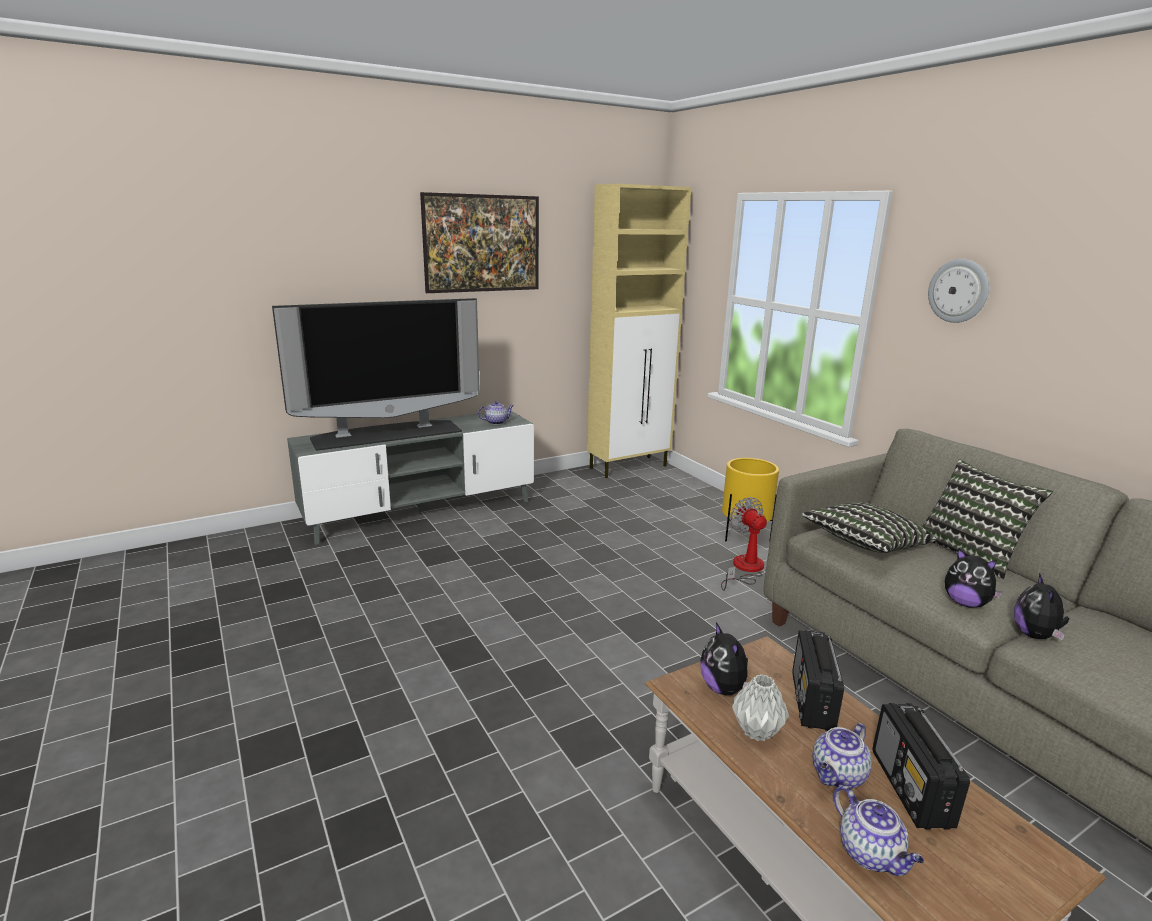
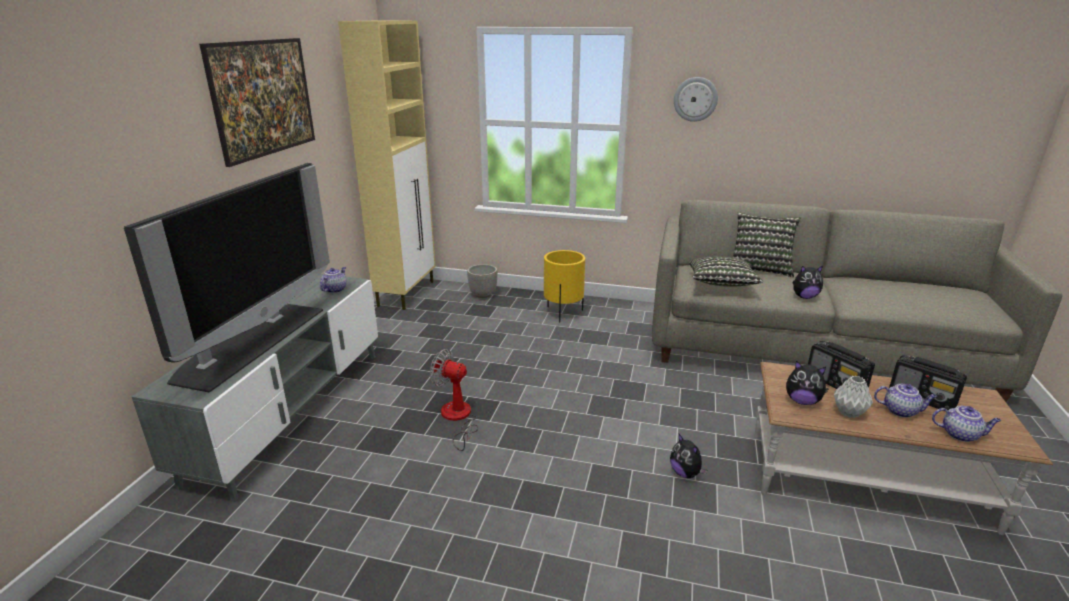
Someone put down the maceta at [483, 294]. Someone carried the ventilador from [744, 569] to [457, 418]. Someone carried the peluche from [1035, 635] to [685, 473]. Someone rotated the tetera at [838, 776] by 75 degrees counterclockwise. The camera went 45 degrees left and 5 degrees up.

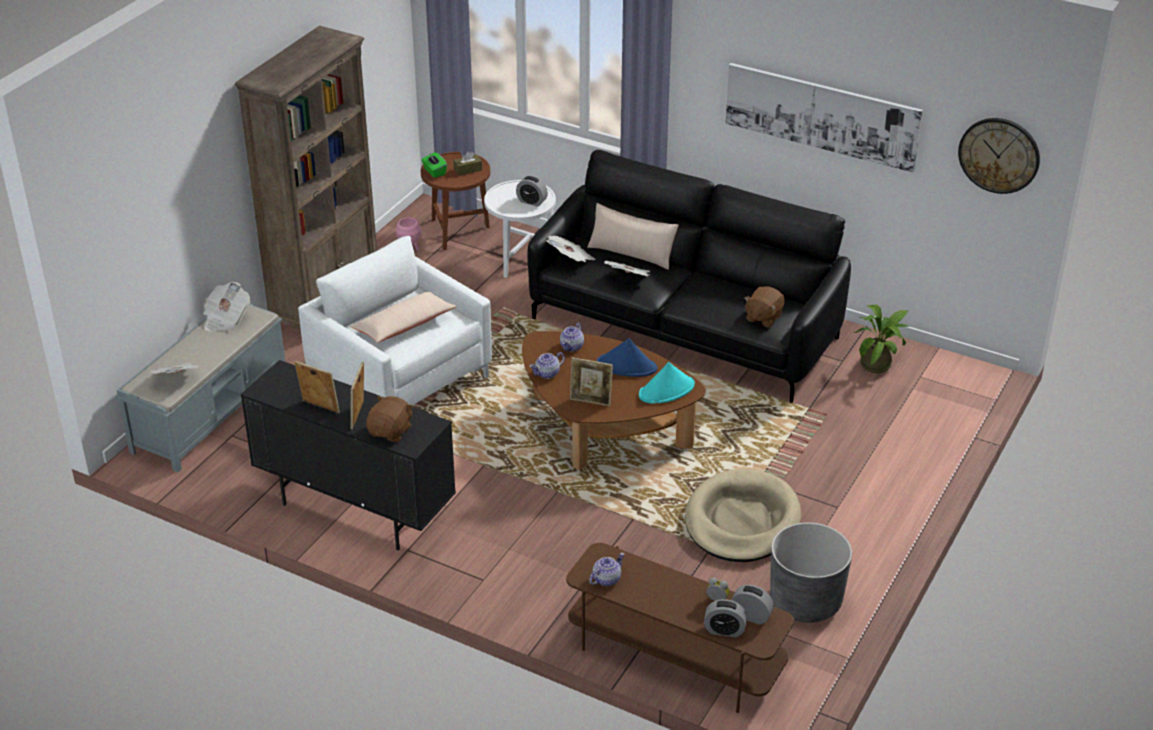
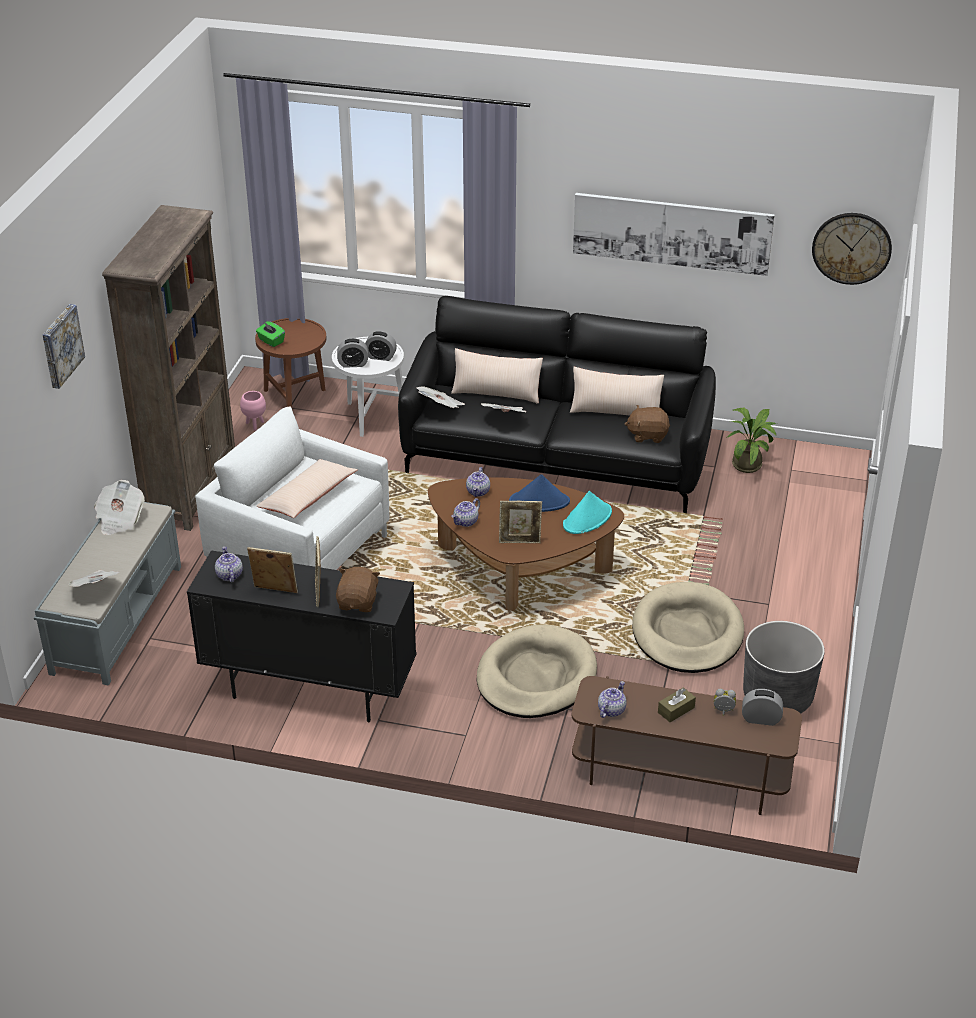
Someone put up the cuadro at [60, 345]. Someone put down the tetera at [229, 575]. Someone put down the cama para perro (beis) at [536, 677]. Someone put down the cojín (beis) at [615, 411]. Someone carried the caja de pañuelos (marrón) from [468, 170] to [676, 710]. Someone carried the despertador from [724, 630] to [353, 364]. Someone rotated the peluche (marrón) at [763, 317] by 75 degrees clockwise. The camera went 15 degrees left and 0 degrees up.

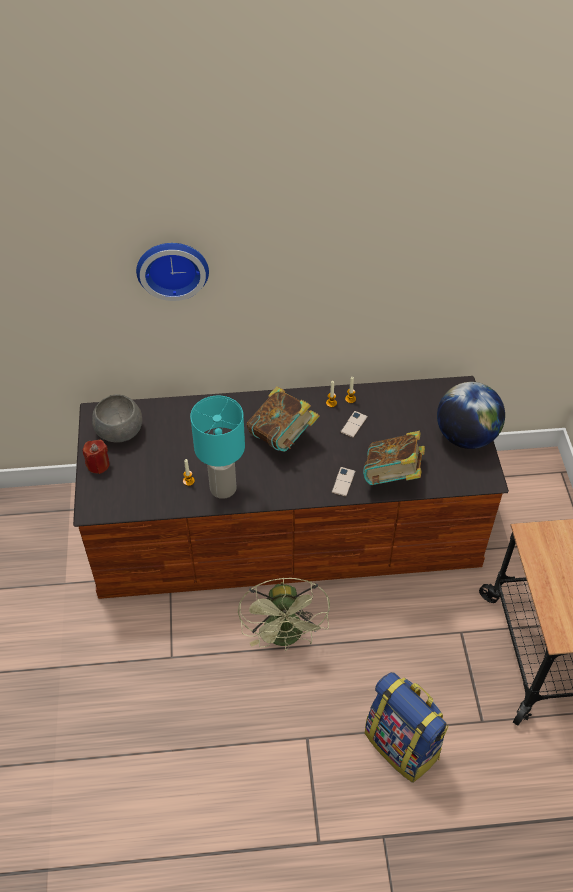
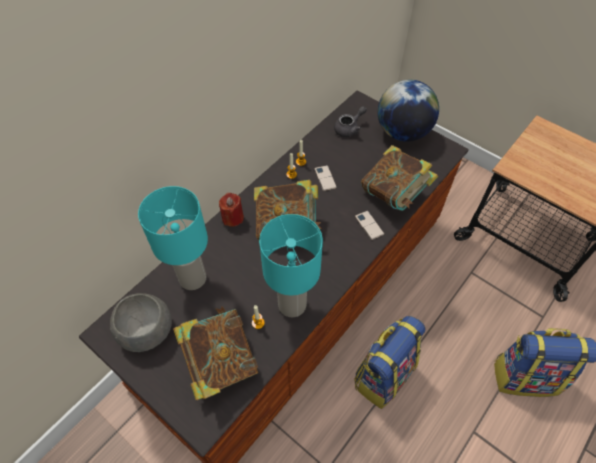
Someone took away the reloj de pared at [172, 267]. Someone put down the lámpara de mesa (turquesa) at [193, 278]. Someone put down the libro at [220, 362]. Someone put down the tetera (gris) at [349, 128]. Someone carried the vela (rojo) from [98, 465] to [232, 218]. Someone swapped the ventilador (verde) at [286, 637] for the mochila at [383, 375]. The camera went 45 degrees left and 5 degrees up.

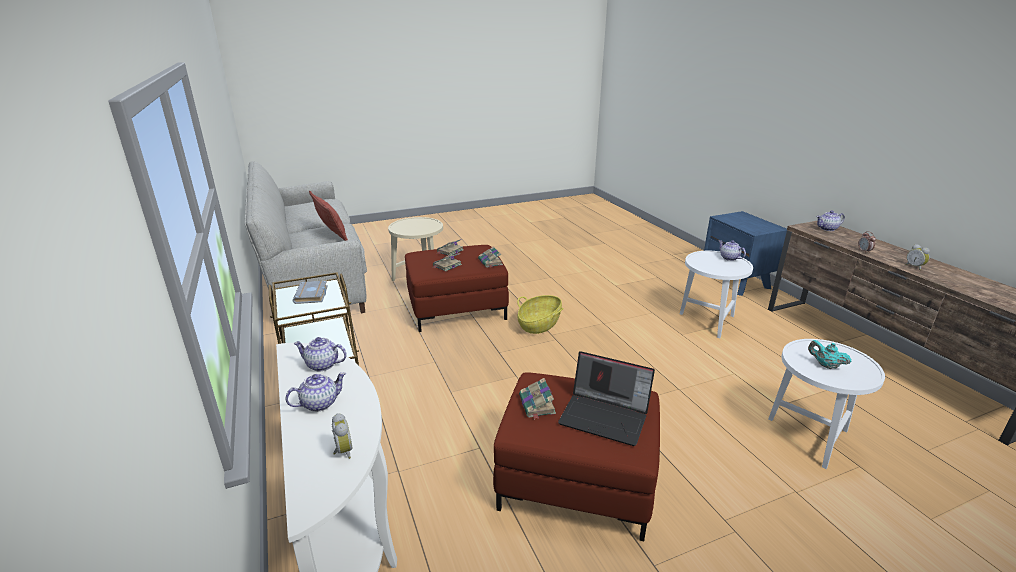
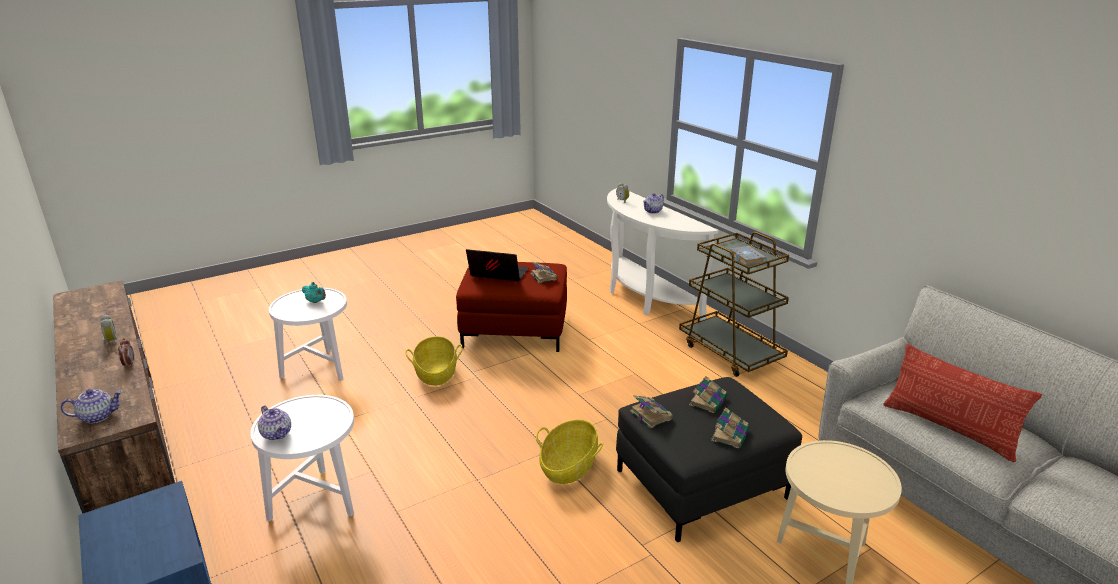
Someone took away the tetera at [322, 365]. Someone put down the cesta at [436, 373]. Someone repainted the puf (rojo) at [457, 308], which became the puf (negro) at [700, 485]. The camera went 170 degrees right and 0 degrees up.

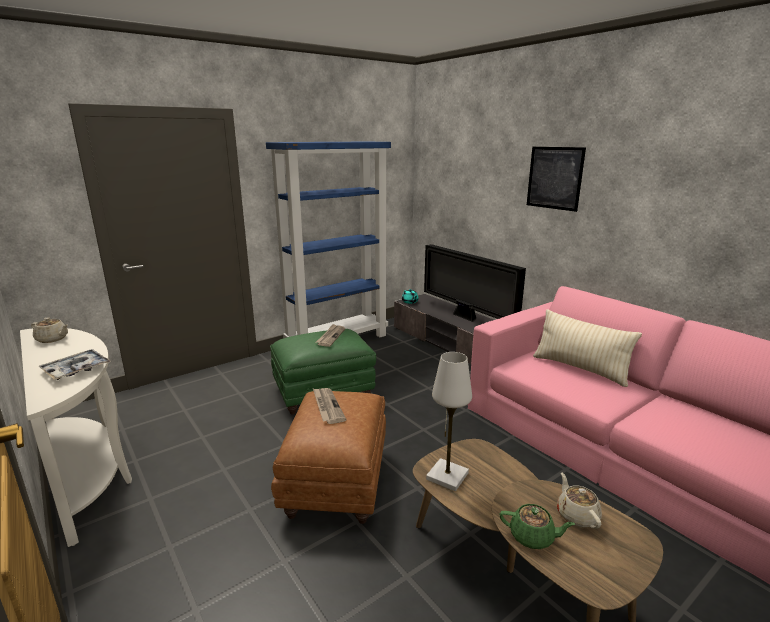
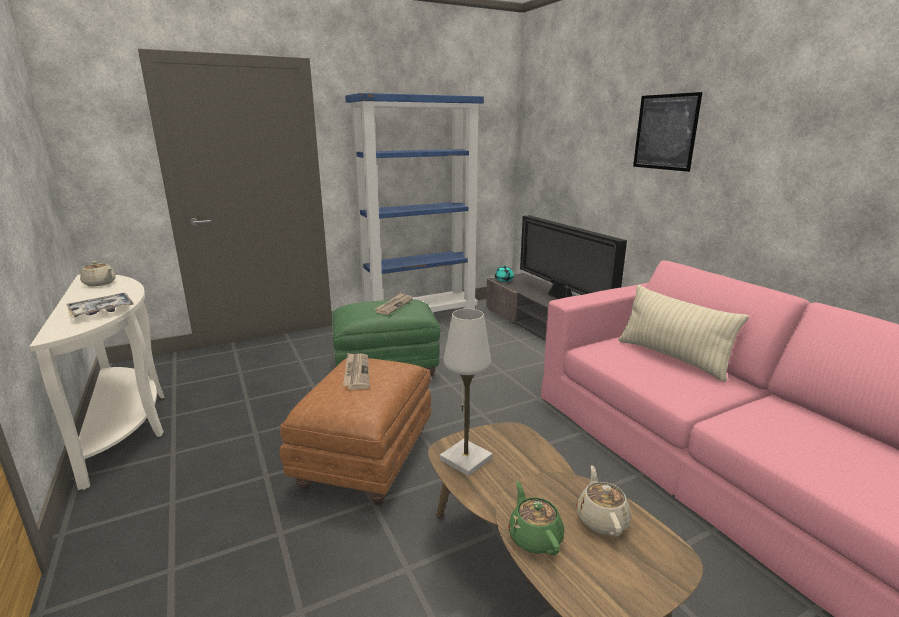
Someone rotated the tetera (verde) at [532, 537] by 135 degrees counterclockwise. The camera went 10 degrees right and 0 degrees up.

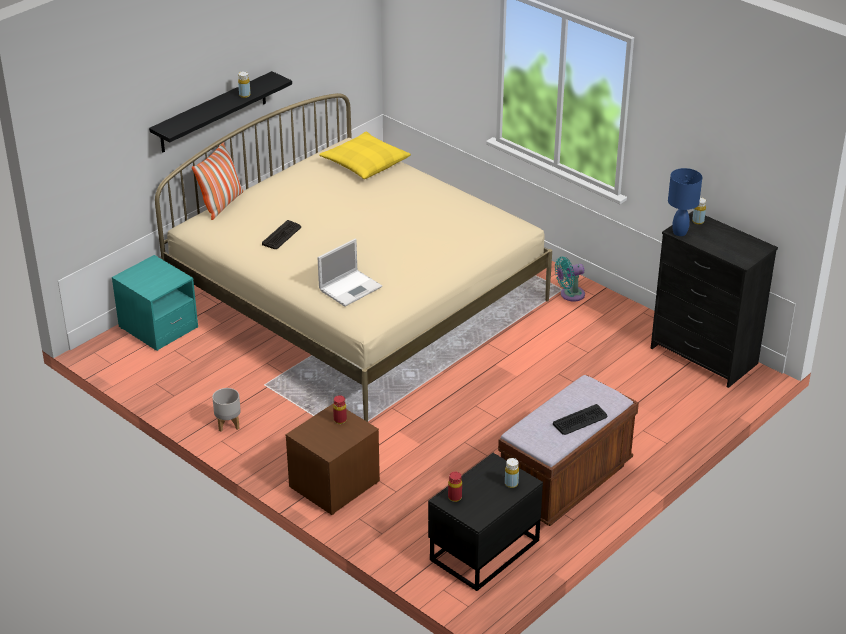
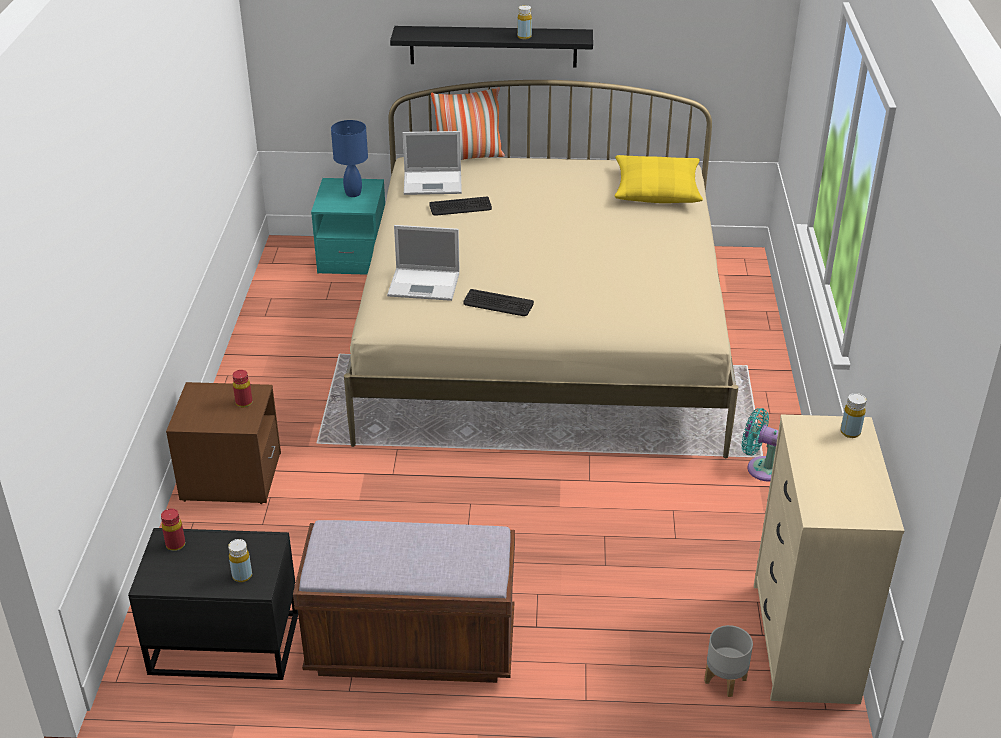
Someone put down the portátil at [434, 183]. Someone carried the maceta (gris) from [227, 424] to [724, 680]. Someone carried the teclado from [580, 420] to [498, 304]. Someone carried the lámpara de mesa (azul) from [679, 233] to [352, 193]. Someone repainted the cómoda (negro) at [703, 356], which became the cómoda (beis) at [803, 642]. The camera went 50 degrees right and 0 degrees up.

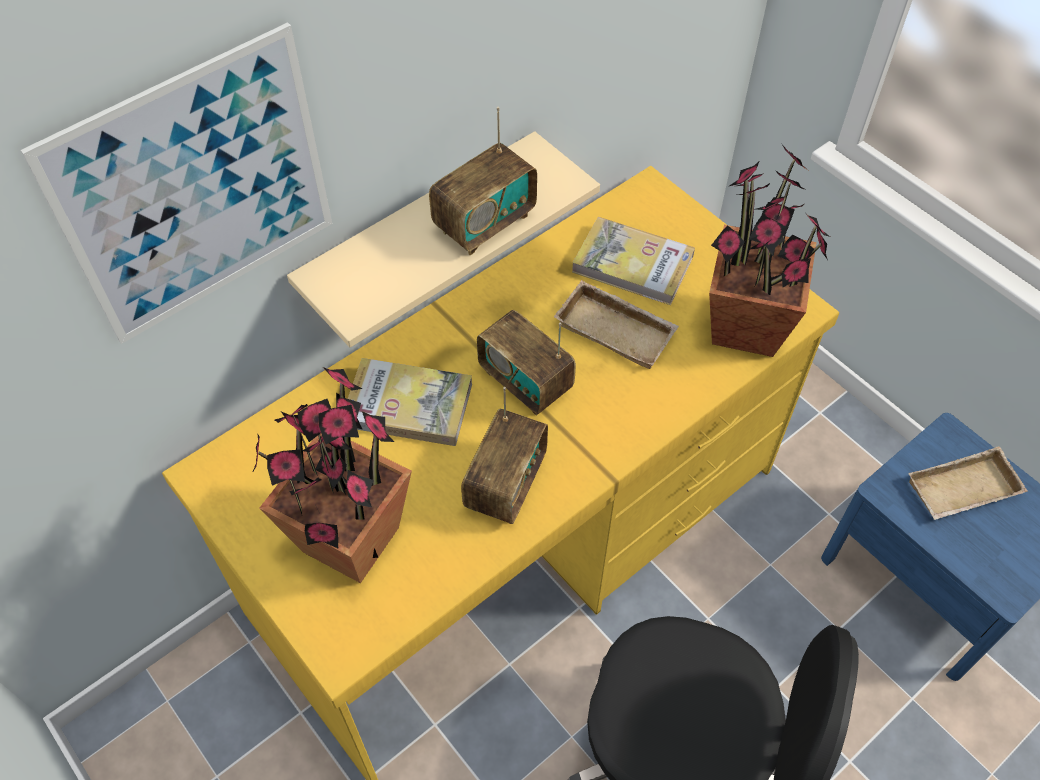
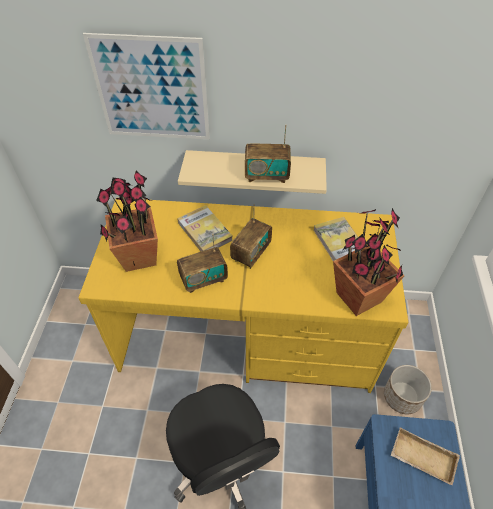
Someone took away the bandeja (beis) at [618, 329]. Someone put down the maceta at [402, 397]. Someone rotated the radio at [525, 382] by 150 degrees counterclockwise. The camera went 45 degrees right and 5 degrees down.

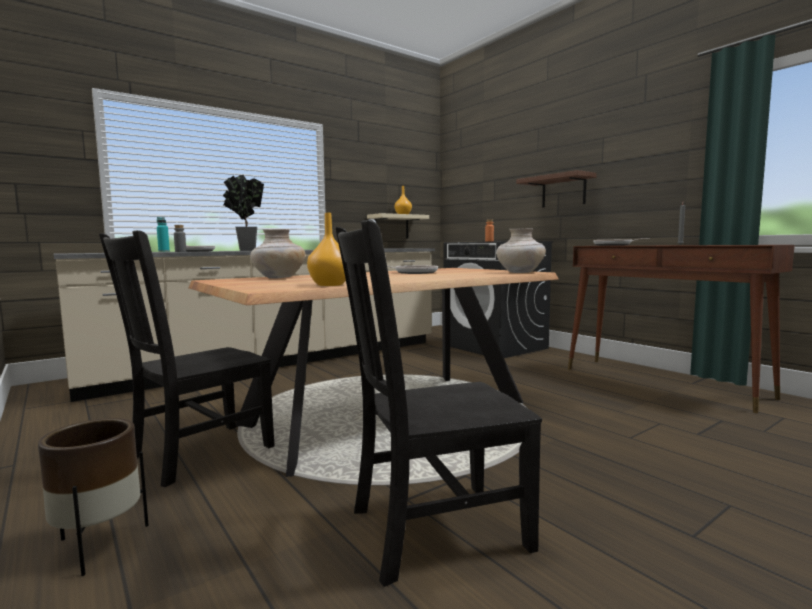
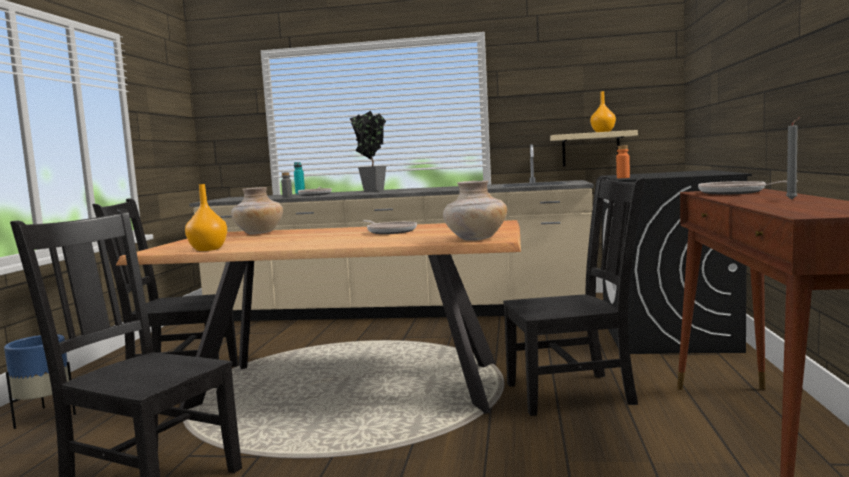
Someone took away the estante (marrón) at [563, 191]. Someone put down the silla (negro) at [574, 393]. Someone repainted the maceta (marrón) at [100, 545], which became the maceta (azul) at [45, 417]. The camera went 45 degrees right and 0 degrees up.

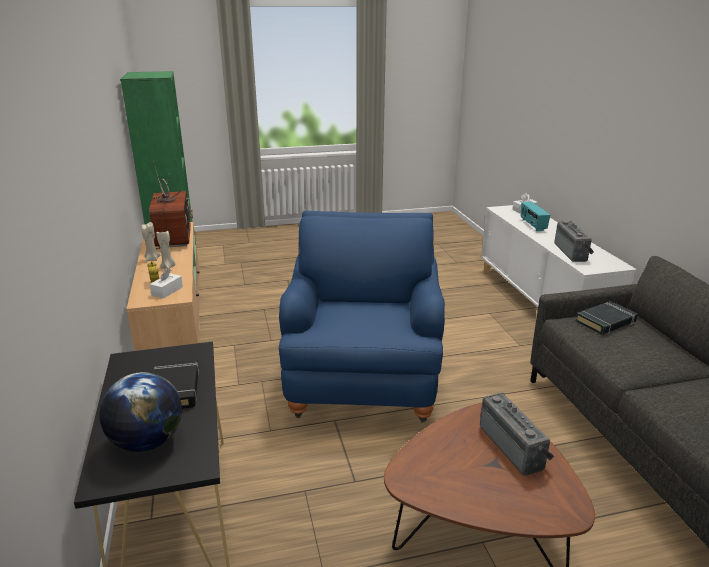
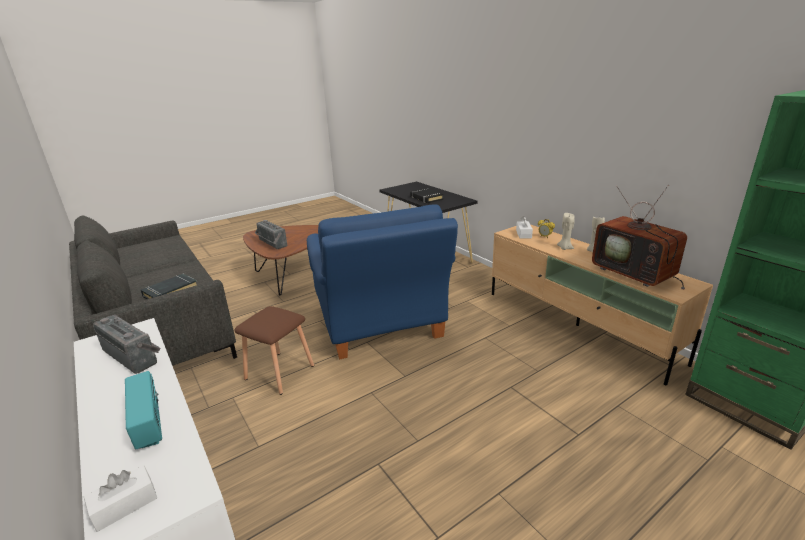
Someone took away the globo terráqueo at [147, 442]. Someone put down the taburete (marrón) at [278, 372]. Someone rotated the radio at [573, 252] by 150 degrees clockwise. The camera went 160 degrees right and 0 degrees up.

